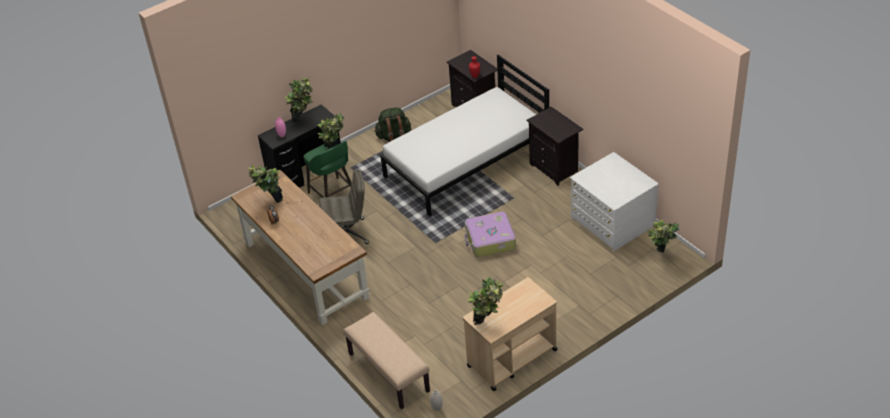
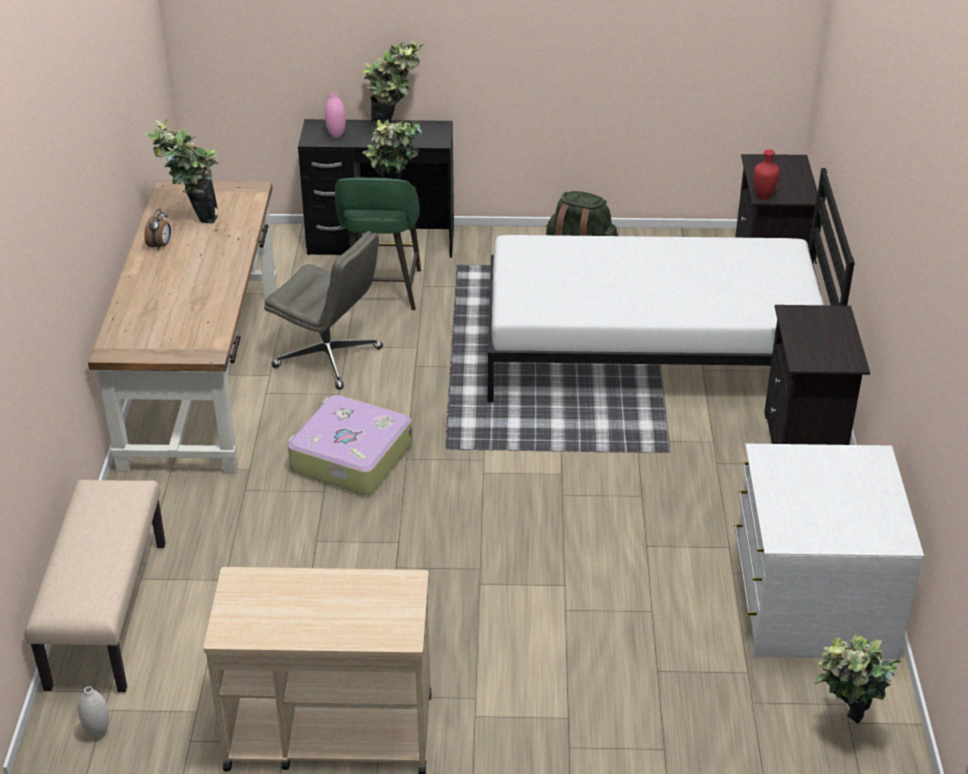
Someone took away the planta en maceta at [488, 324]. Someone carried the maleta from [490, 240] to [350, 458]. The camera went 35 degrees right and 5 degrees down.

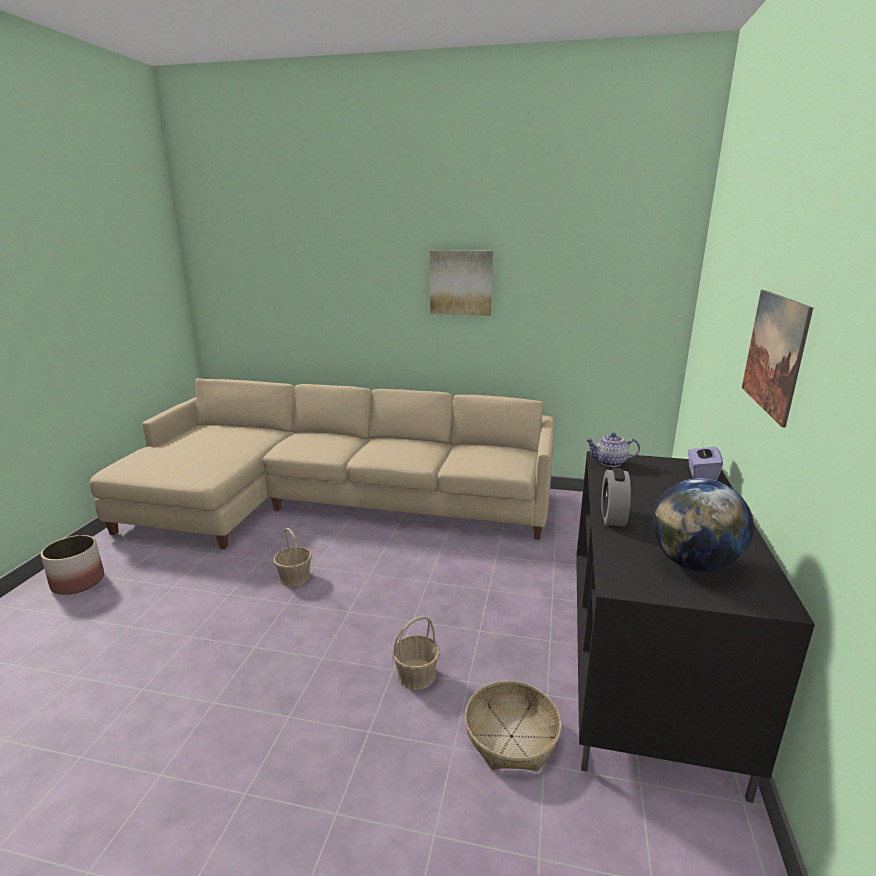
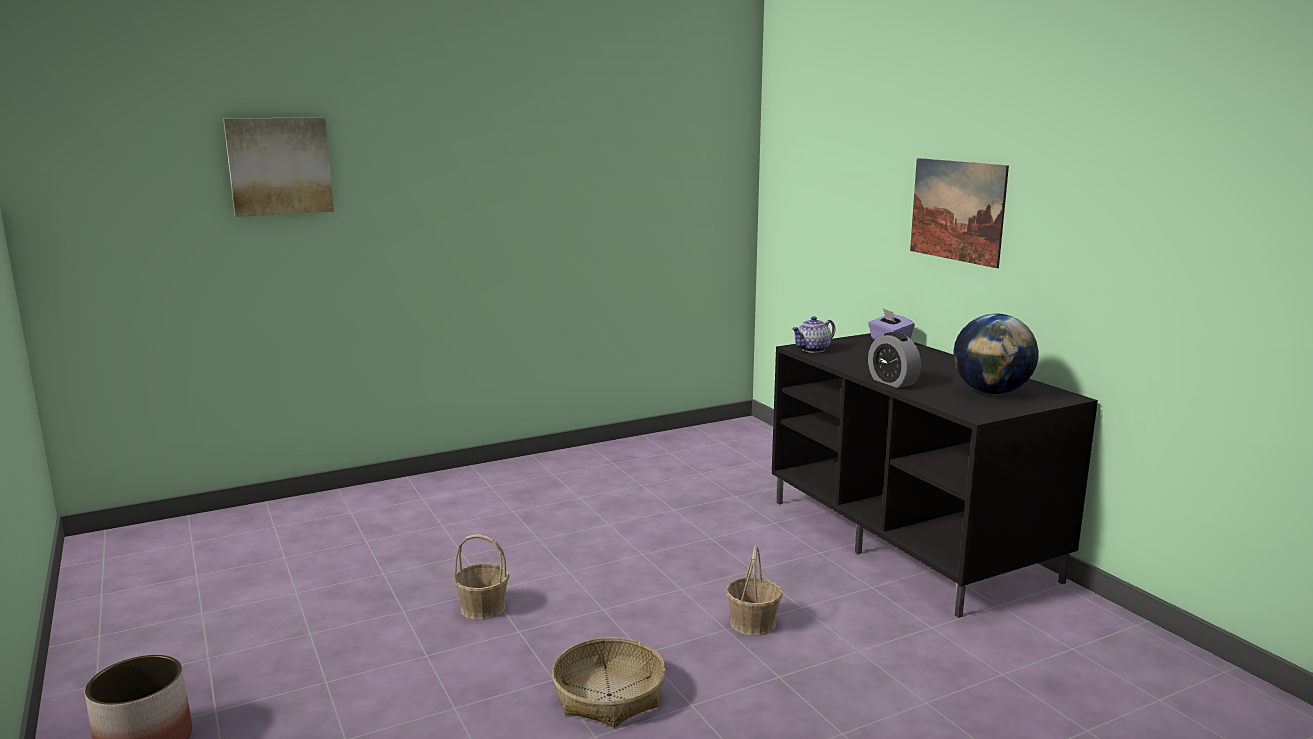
Someone took away the sofá (beis) at [326, 501]. Someone carried the cuadro from [461, 282] to [279, 166]. Someone carried the cesta from [511, 736] to [609, 695]. The camera went 40 degrees left and 5 degrees down.

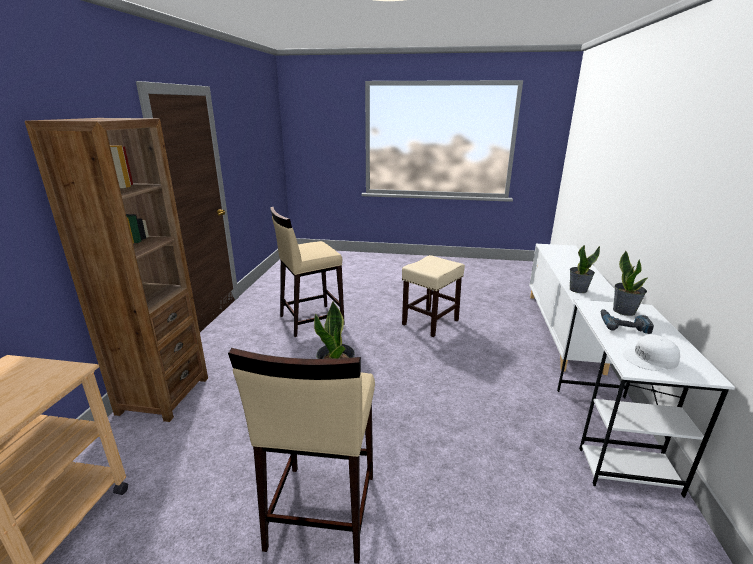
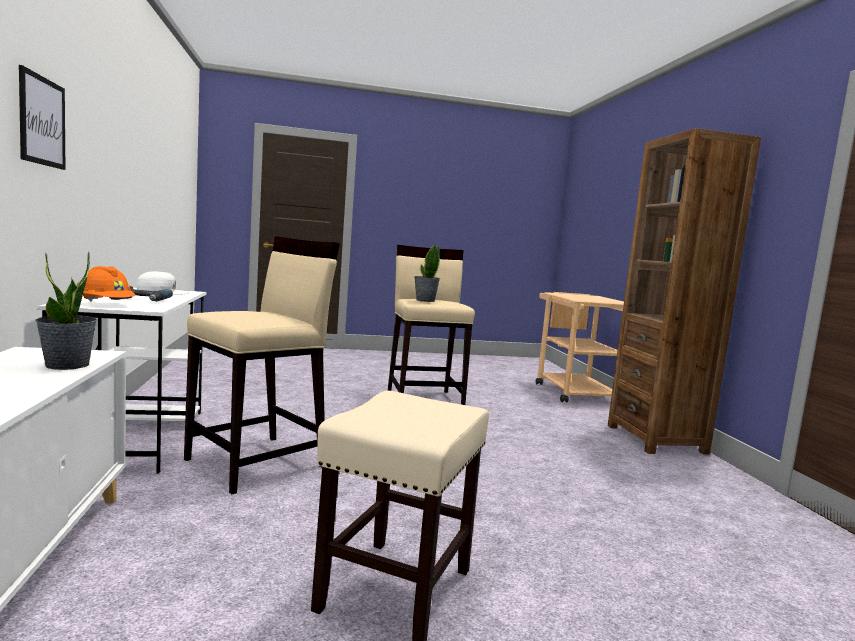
Someone put up the cuadro at [42, 121]. Someone carried the taburete (beis) from [310, 320] to [257, 463]. Someone swapped the planta en maceta at [624, 311] for the casco (naranja) at [106, 304]. The camera went 160 degrees right and 15 degrees down.

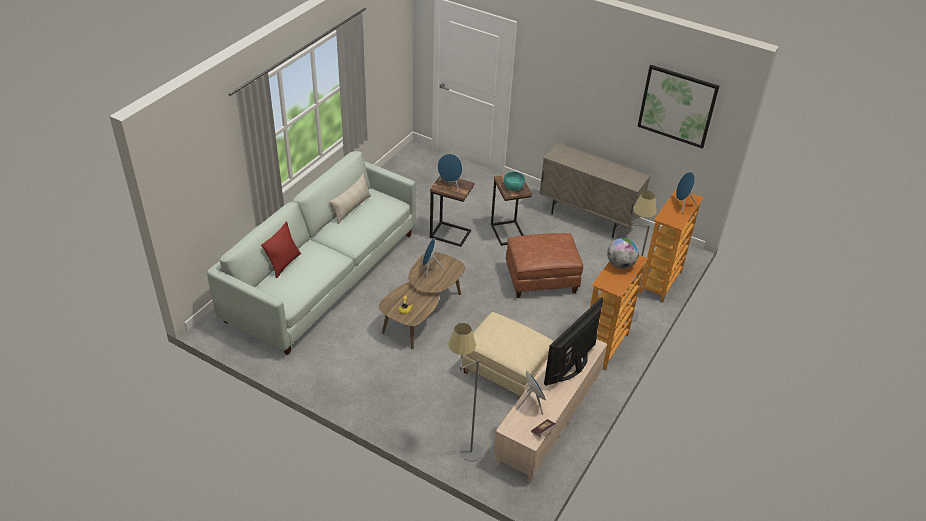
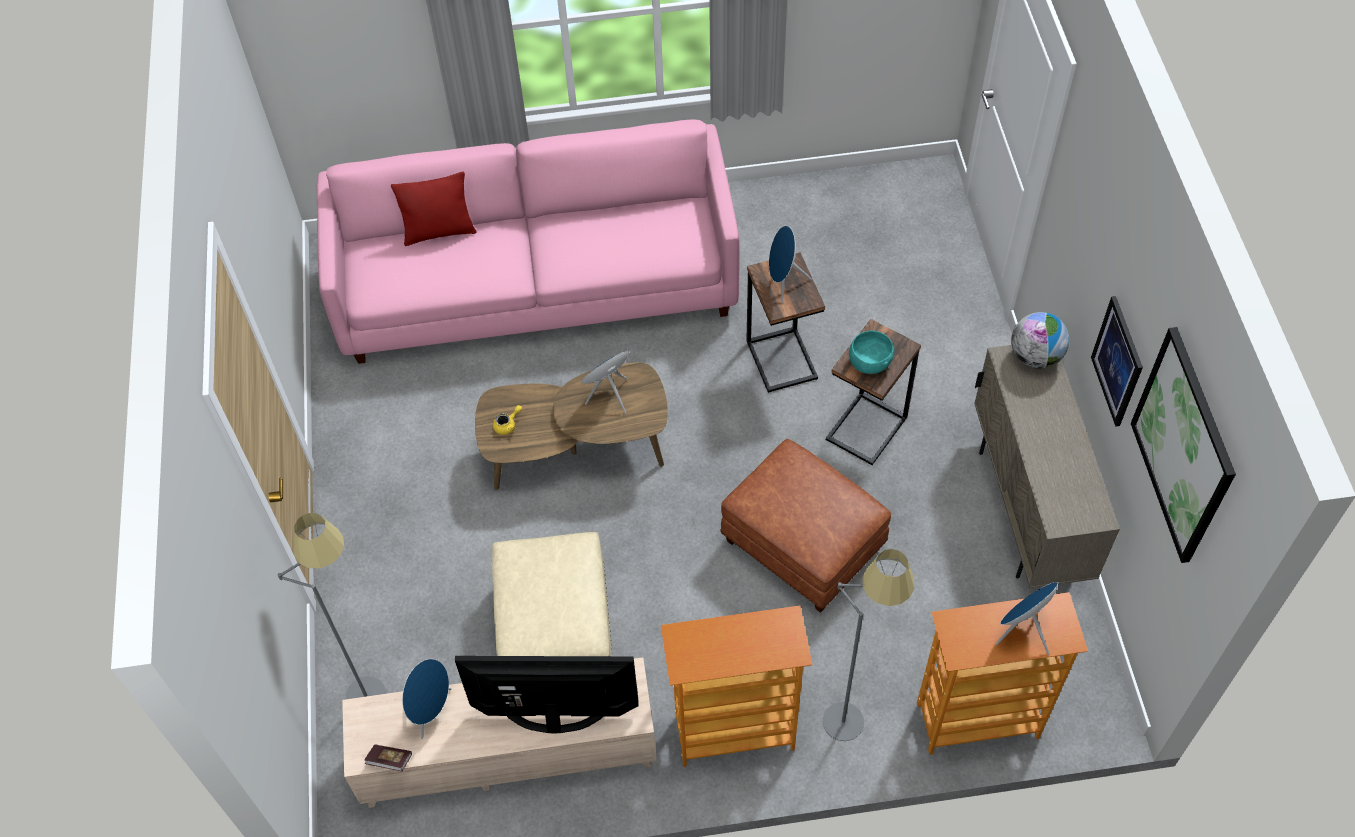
Someone took away the cojín (beis) at [351, 208]. Someone put up the cuadro at [1117, 361]. Someone carried the globo terráqueo from [620, 264] to [1035, 356]. Someone repainted the sofá (blanco) at [322, 276], which became the sofá (rosa) at [537, 284]. The camera went 55 degrees right and 15 degrees up.

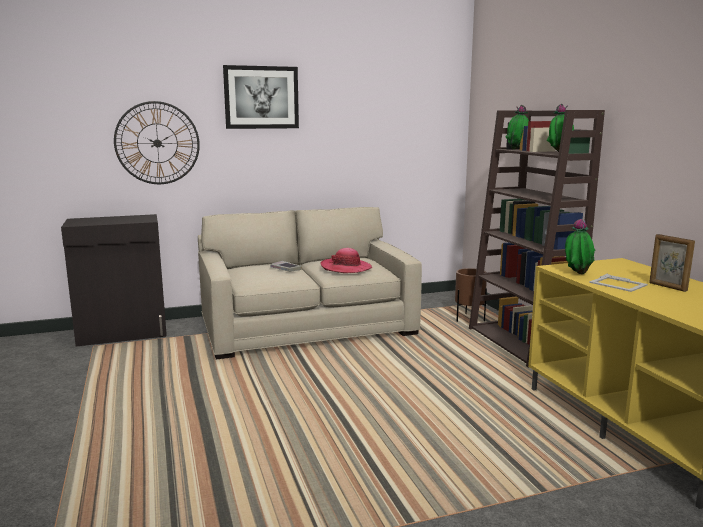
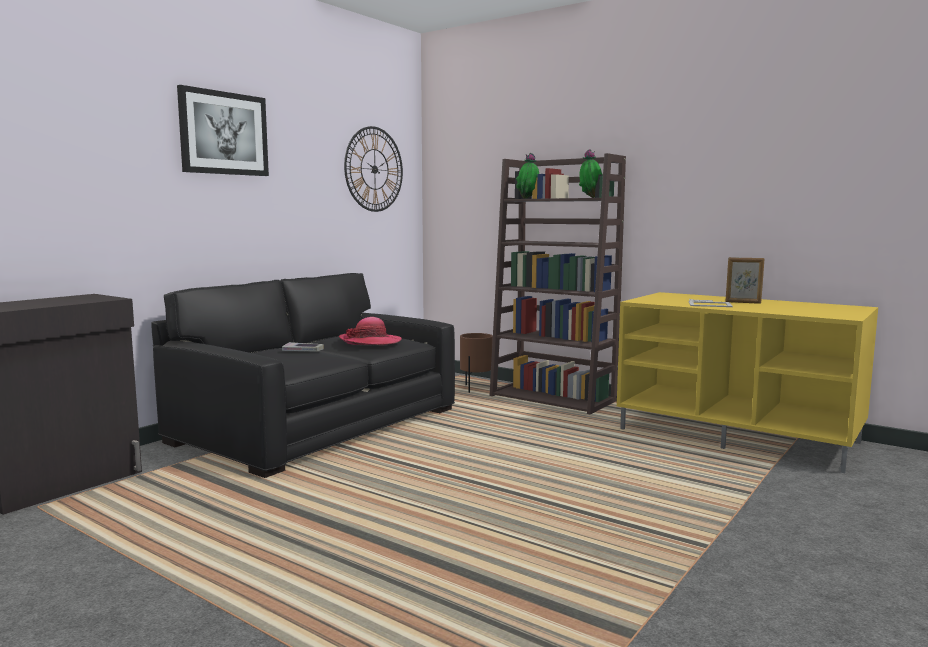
Someone took away the planta en maceta at [577, 274]. Someone carried the reloj de pared from [157, 143] to [374, 169]. Someone repainted the sofá (beis) at [307, 325], which became the sofá (negro) at [318, 424]. The camera went 35 degrees left and 5 degrees down.

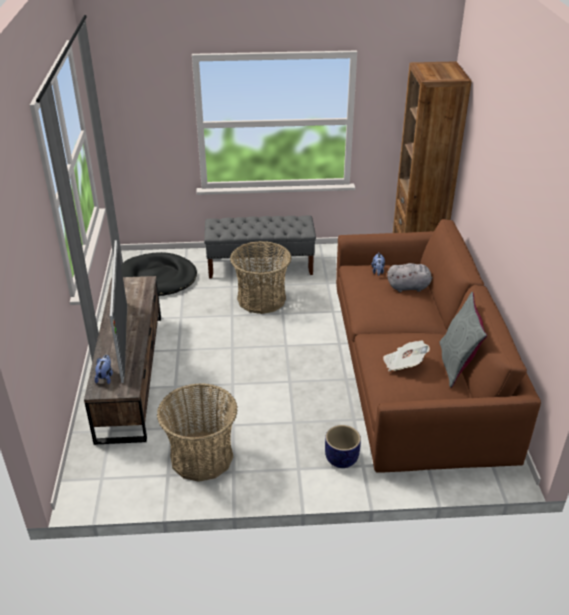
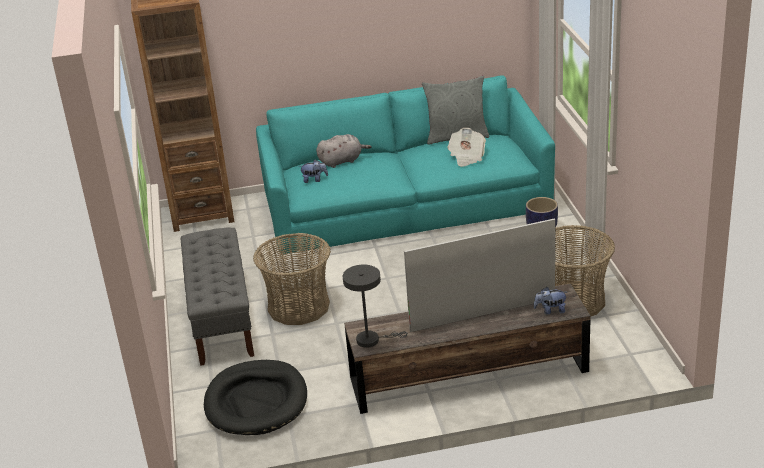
Someone put down the lámpara de mesa (gris) at [372, 339]. Someone repainted the sofá (marrón) at [415, 368], which became the sofá (turquesa) at [405, 203]. Someone rotated the peluche (gris) at [410, 287] by 75 degrees clockwise. The camera went 95 degrees left and 5 degrees down.

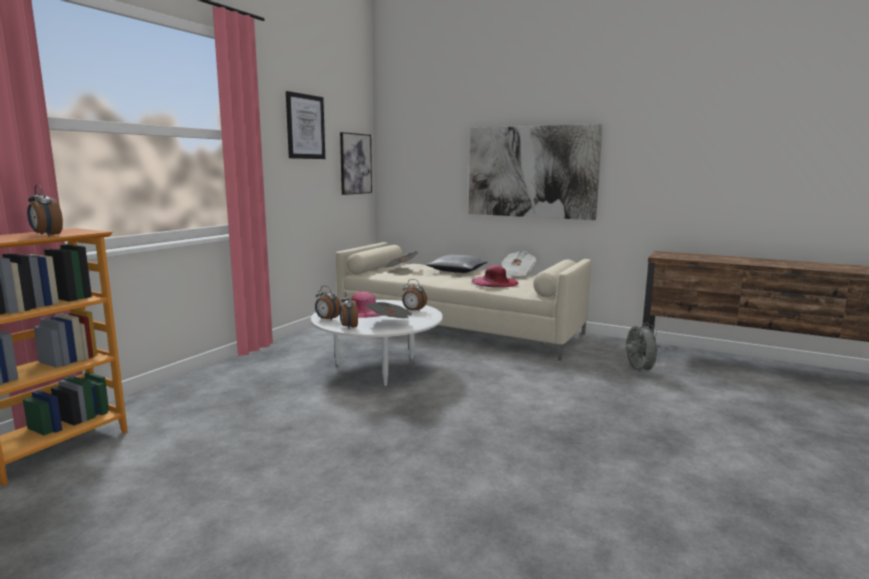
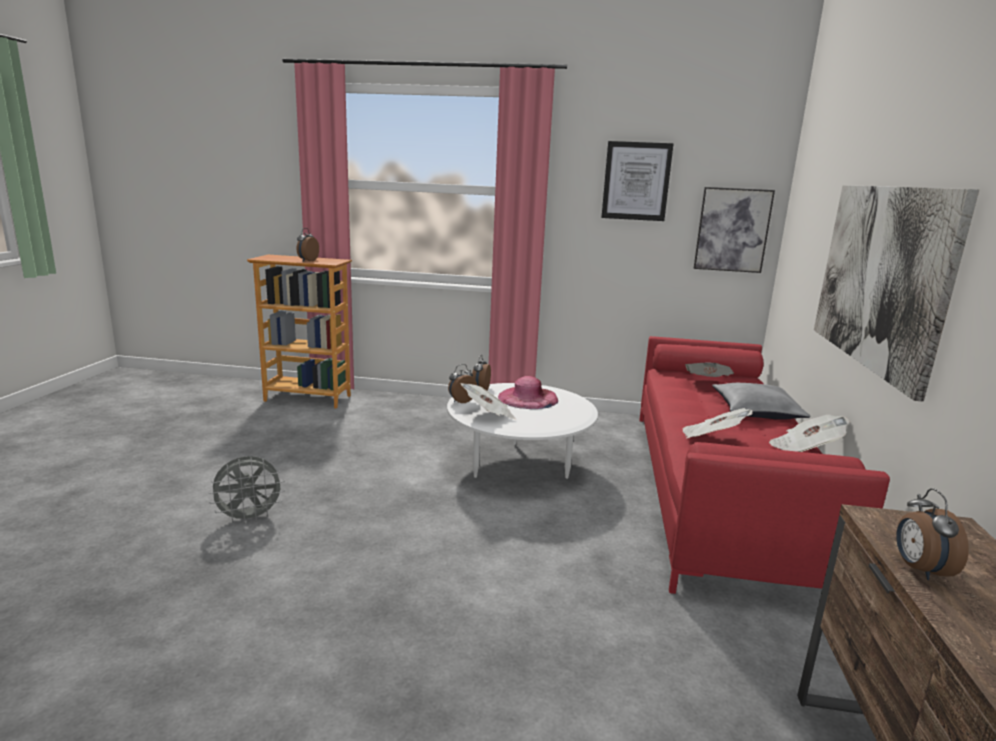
Someone carried the despertador from [413, 311] to [919, 569]. Someone carried the ventilador (gris) from [638, 371] to [250, 518]. Someone swapped the sombrero (rosa) at [495, 282] for the periódico at [711, 438]. Someone repainted the sofá (beis) at [458, 328], which became the sofá (rojo) at [718, 492]. The camera went 70 degrees right and 5 degrees up.

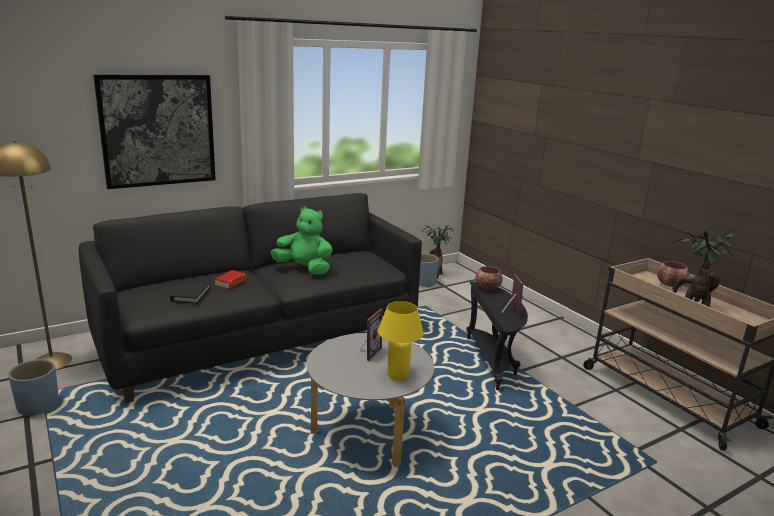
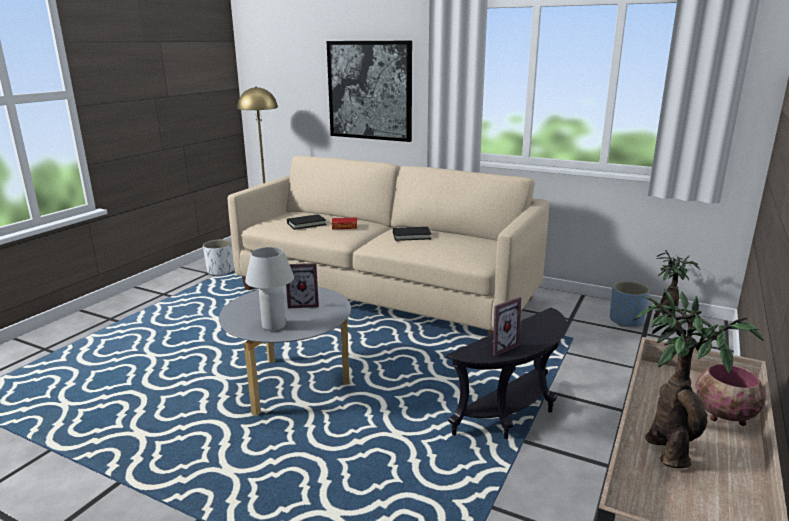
Someone took away the cuenco at [487, 288]. Someone swapped the peluche (verde) at [304, 269] for the libro (negro) at [411, 236]. Someone repainted the maceta (azul) at [38, 406], which became the maceta (blanco) at [220, 271]. Someone repainted the sofá (negro) at [262, 338], which became the sofá (beis) at [385, 294]. Someone repainted the lámpara de mesa (amarillo) at [398, 375], which became the lámpara de mesa (blanco) at [274, 326]. The camera went 60 degrees right and 0 degrees up.

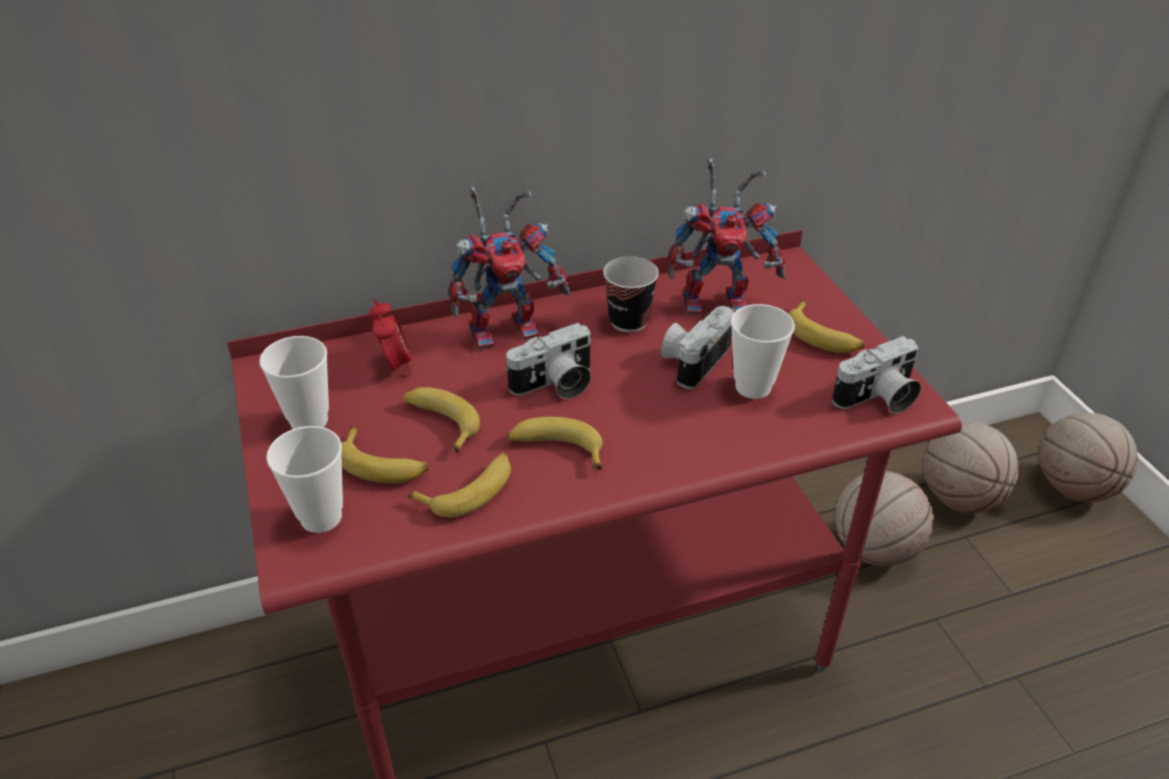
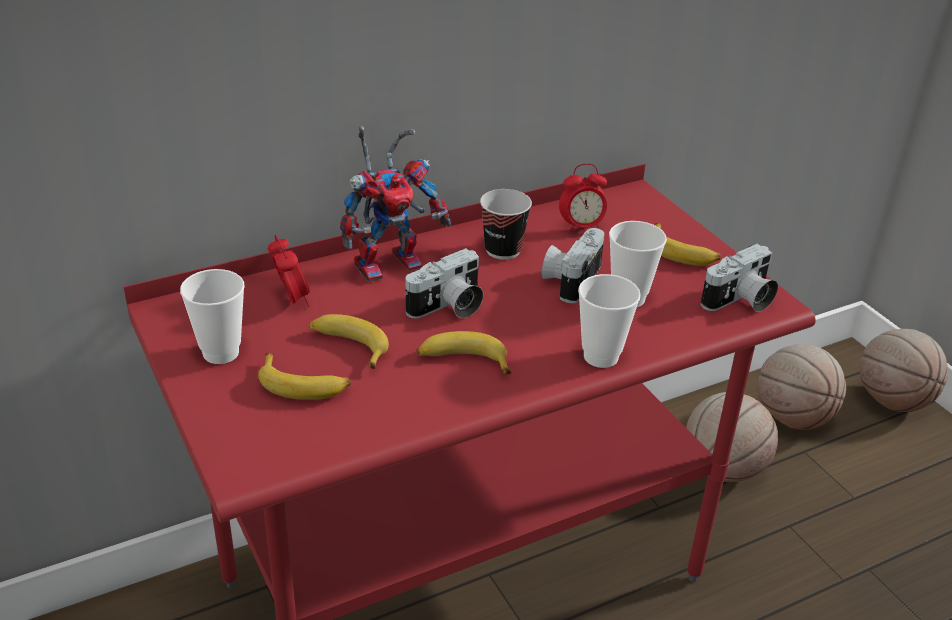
Someone took away the plátano at [469, 490]. Someone carried the taza from [321, 517] to [601, 357]. Someone swapped the robot de juguete at [719, 300] for the despertador at [581, 227]. The camera went 10 degrees left and 5 degrees down.

